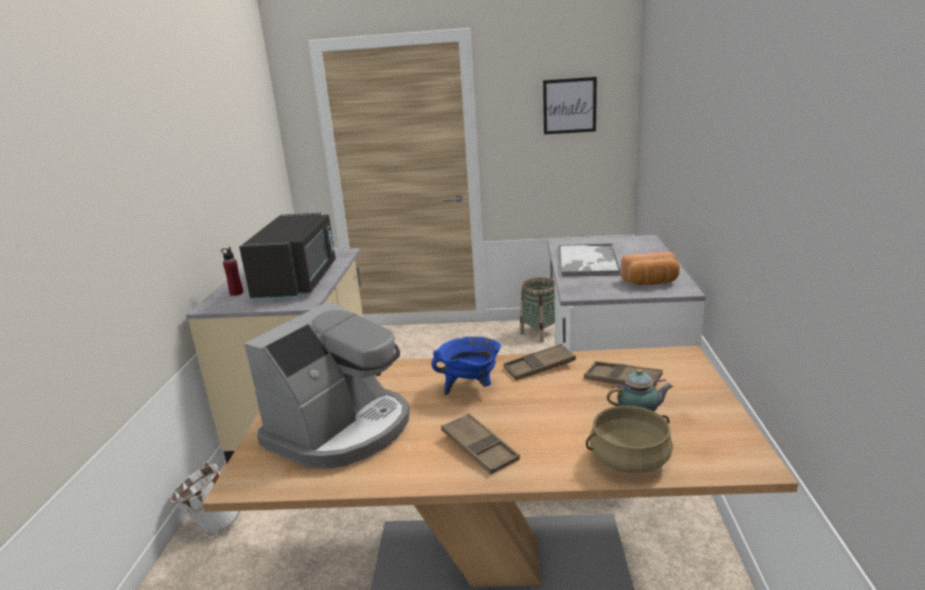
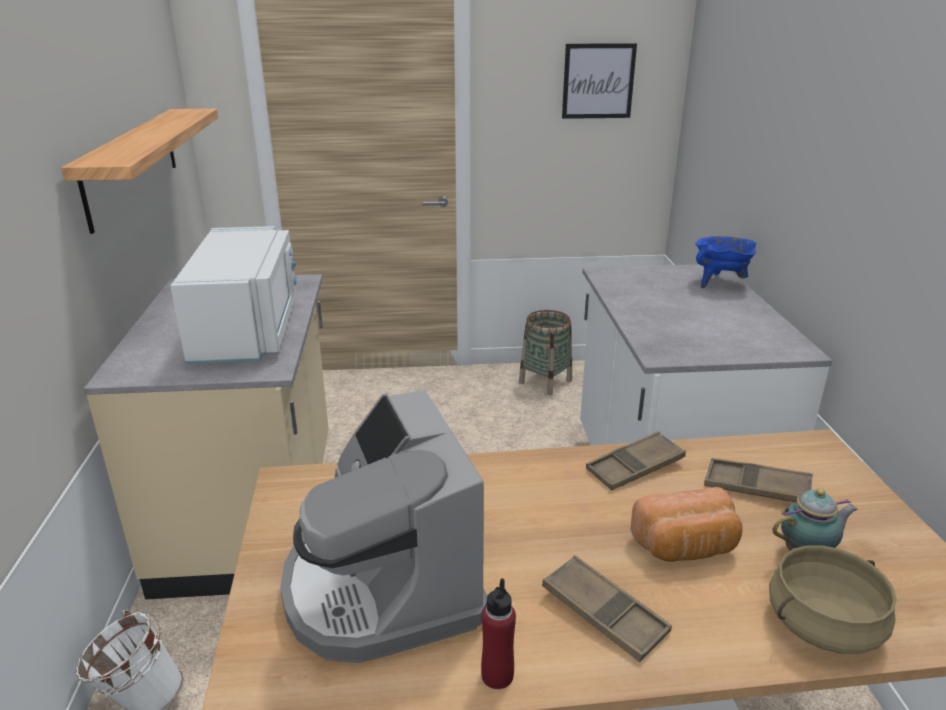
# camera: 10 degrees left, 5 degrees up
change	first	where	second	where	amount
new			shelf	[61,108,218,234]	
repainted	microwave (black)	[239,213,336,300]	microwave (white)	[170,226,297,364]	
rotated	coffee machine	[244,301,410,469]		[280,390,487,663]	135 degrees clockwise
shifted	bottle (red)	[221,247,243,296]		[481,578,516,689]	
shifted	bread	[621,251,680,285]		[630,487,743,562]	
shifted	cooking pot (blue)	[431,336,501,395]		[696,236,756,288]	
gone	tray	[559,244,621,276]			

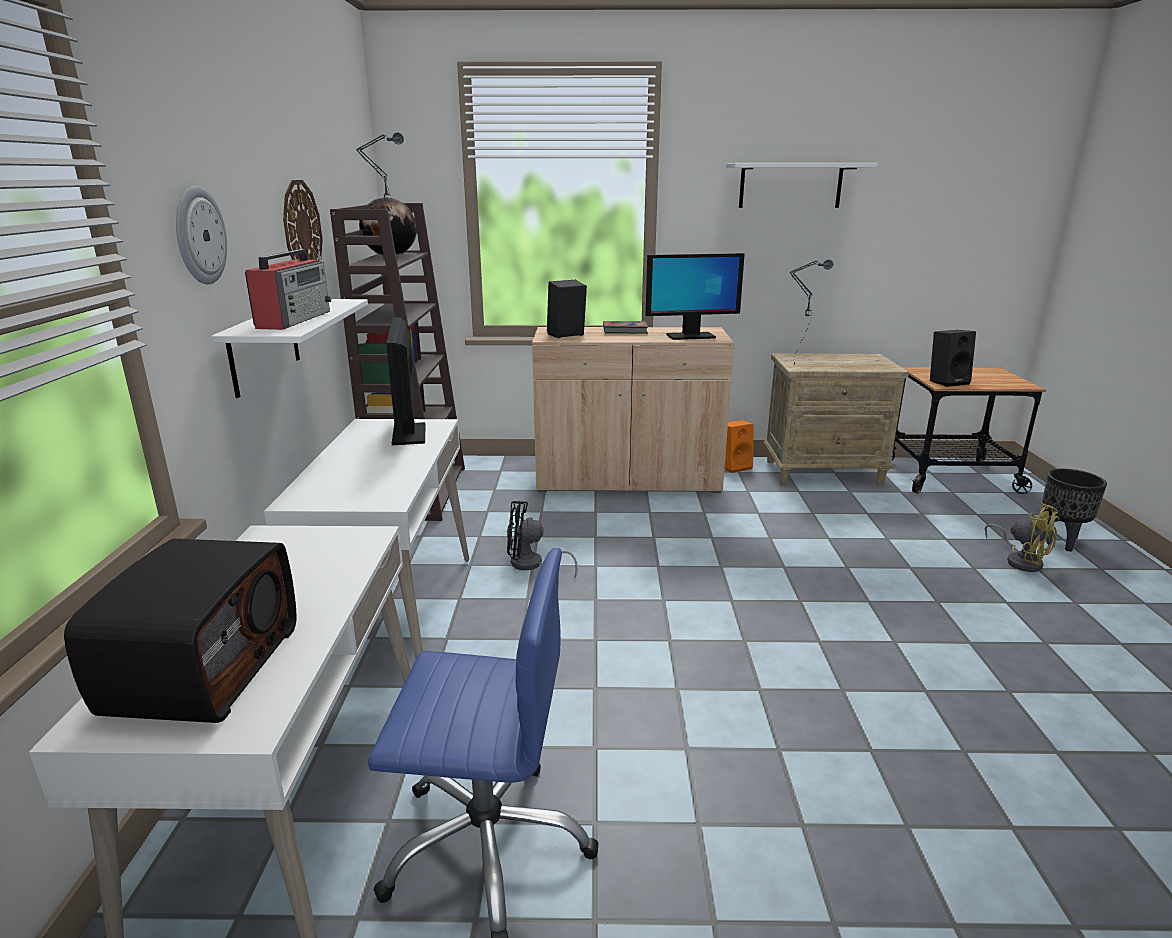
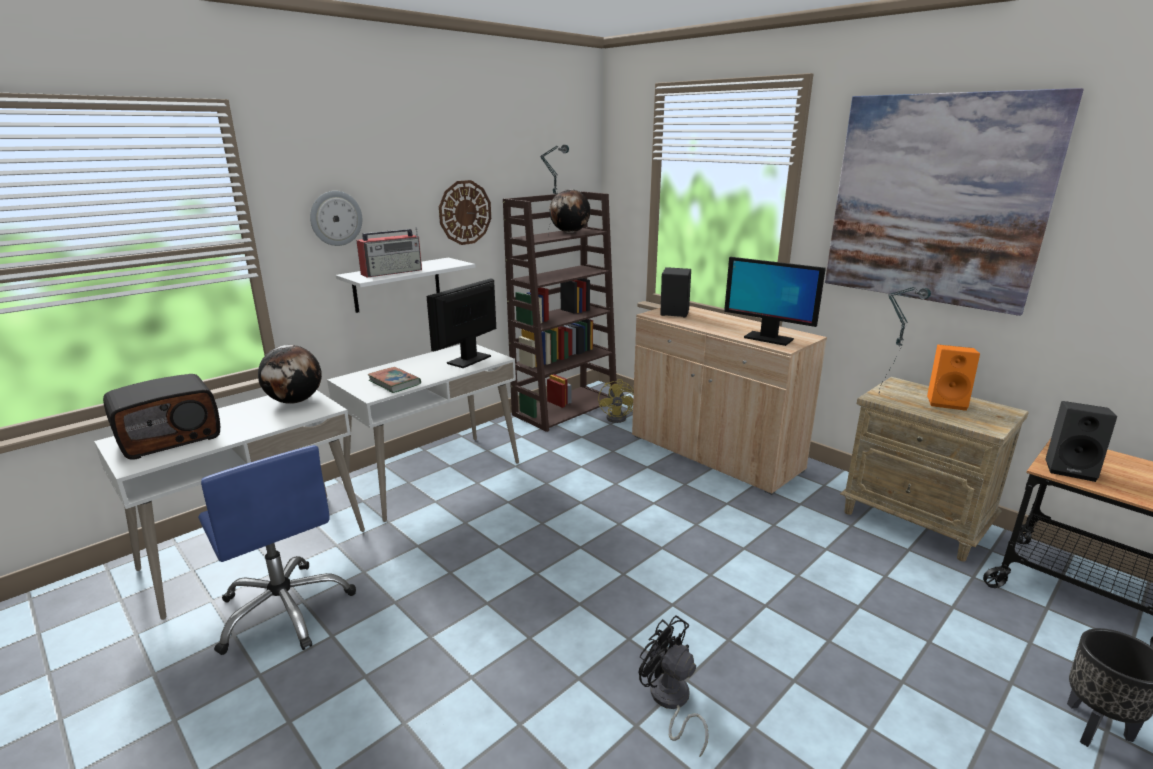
# camera: 45 degrees right, 0 degrees up
change	first	where	second	where	amount
new			globe	[258,345,322,404]	
shifted	book	[603,321,648,334]		[367,367,421,393]	
shifted	fan (yellow)	[985,502,1060,572]		[598,379,634,423]	
shifted	fan (black)	[507,501,578,577]		[639,615,709,757]	
swapped	shelf (white)	[726,163,878,208]	picture	[825,88,1084,316]	
shifted	speaker (orange)	[725,420,754,473]		[927,345,980,411]	

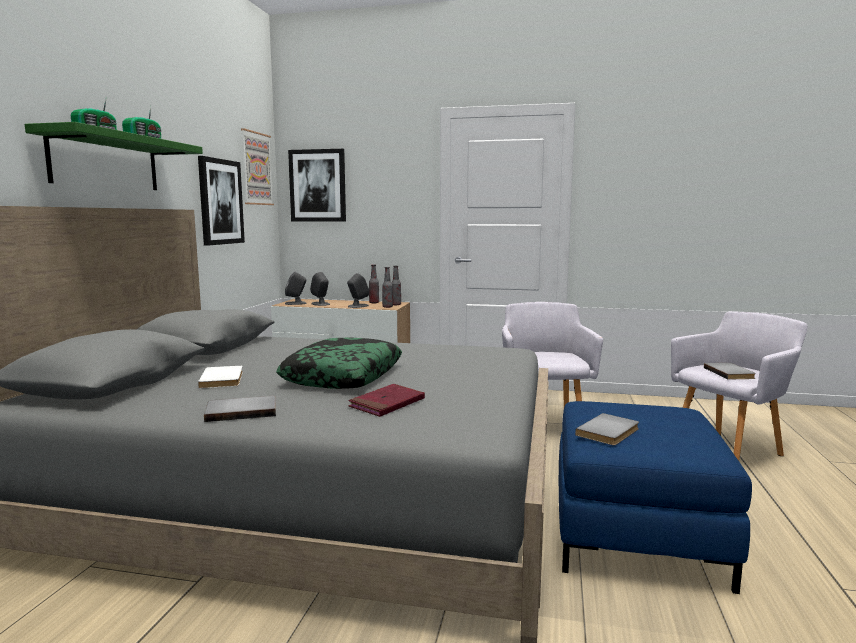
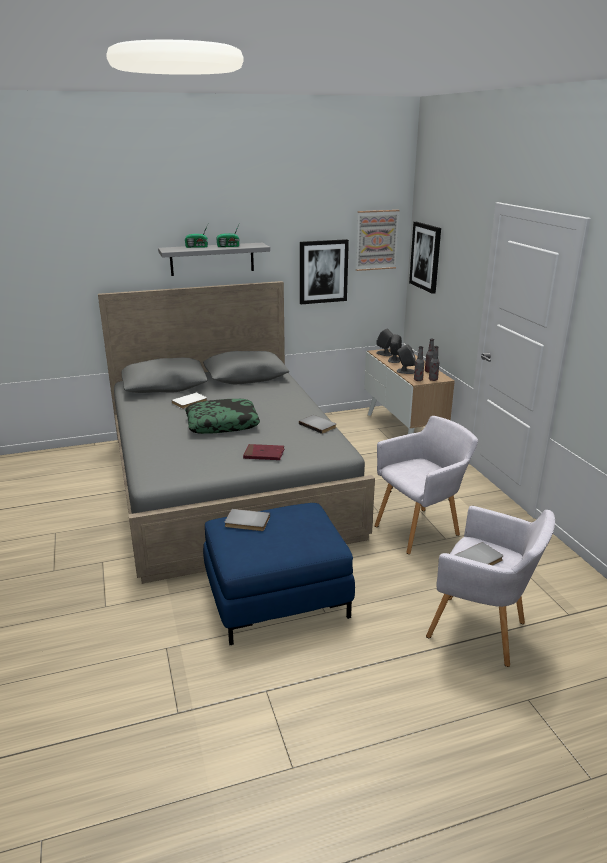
# camera: 60 degrees right, 15 degrees up
change	first	where	second	where	amount
repainted	shelf (green)	[25,122,203,190]	shelf (grey)	[158,243,270,276]	
shifted	book (red)	[348,384,425,417]		[243,444,285,460]	
shifted	book (grey)	[204,396,276,422]		[299,415,336,434]	

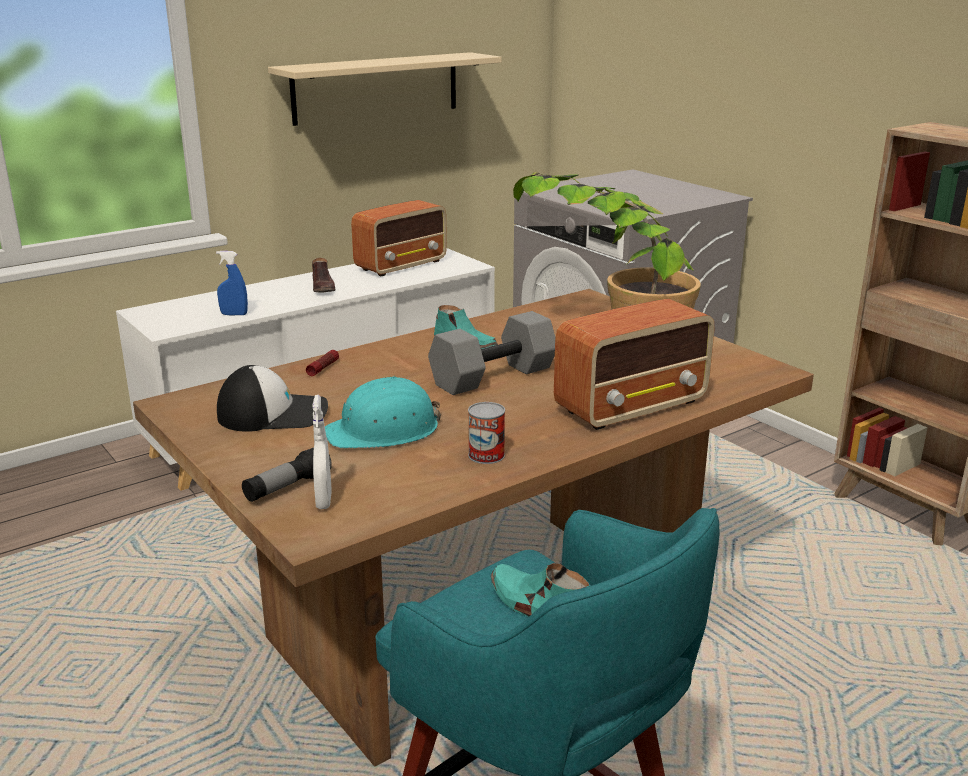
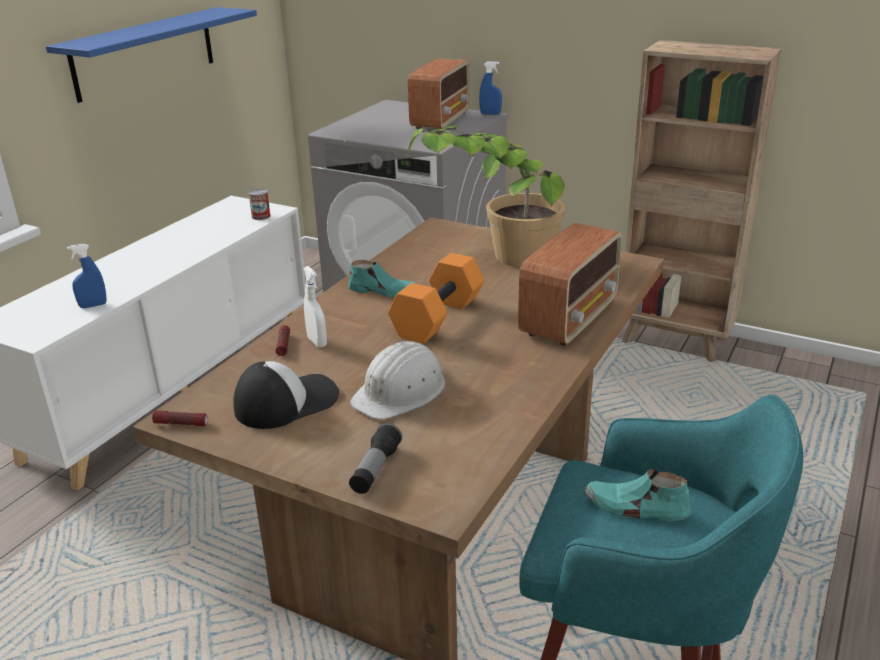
# camera: 25 degrees left, 5 degrees up
change	first	where	second	where	amount
repainted	shelf (beige)	[268,52,502,126]	shelf (blue)	[46,7,257,103]	
new			flashlight	[152,410,208,426]	
shifted	can	[468,402,505,464]		[248,188,271,220]	
shifted	spray bottle (white)	[312,395,332,509]		[303,266,327,348]	
repainted	hard hat (turquoise)	[325,376,441,448]	hard hat (white)	[350,341,445,420]	
repainted	dumbbell (grey)	[428,311,555,395]	dumbbell (orange)	[388,253,484,343]	
shifted	radio	[351,200,447,277]		[408,58,470,129]	
new			spray bottle (blue)	[479,62,502,115]	
gone	shoe (brown)	[312,258,335,293]			

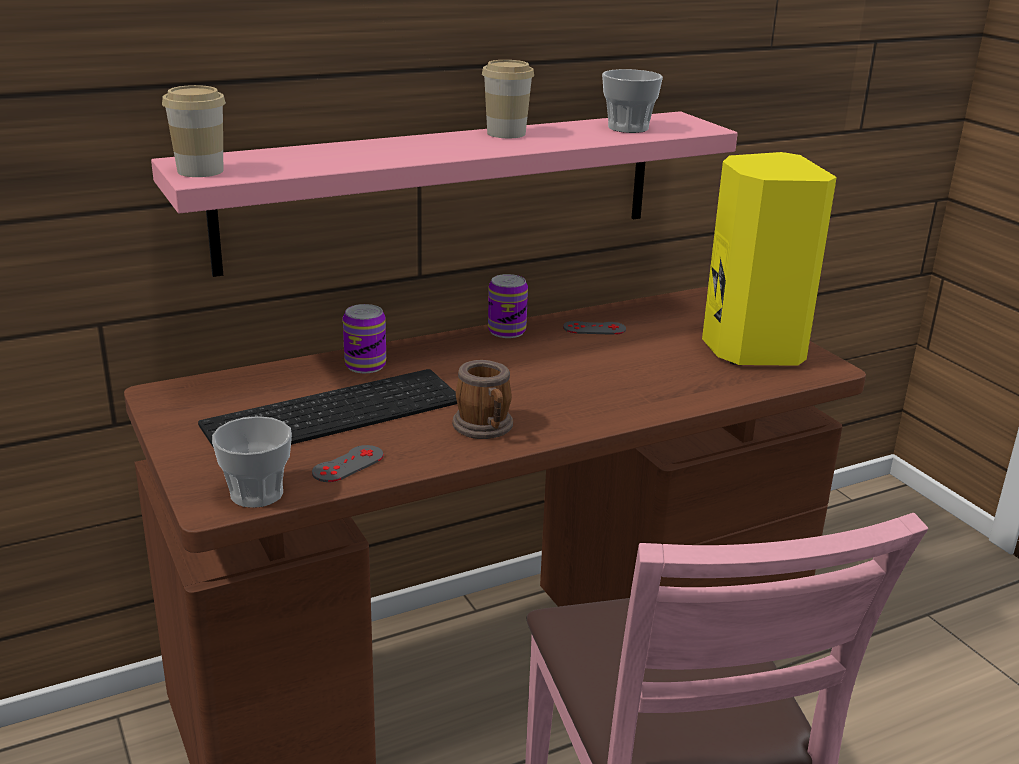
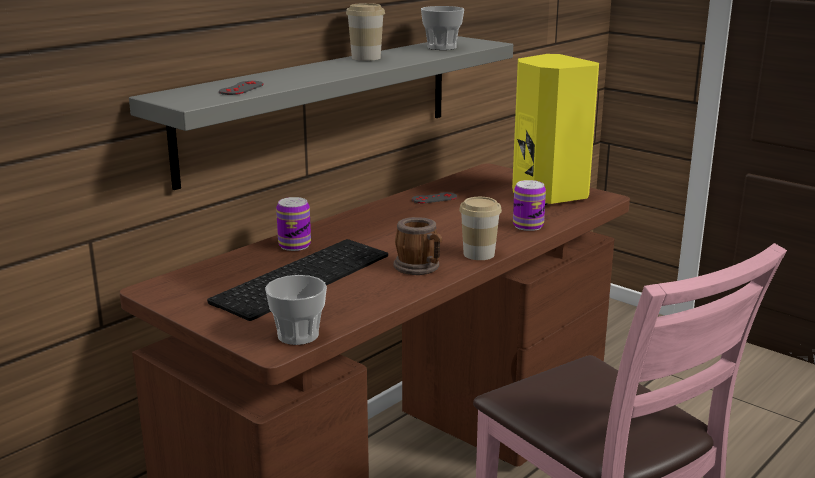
# camera: 20 degrees left, 5 degrees down
change	first	where	second	where	amount
repainted	shelf (pink)	[151,111,738,277]	shelf (grey)	[129,36,513,190]	
shifted	game controller (grey)	[312,445,384,482]		[219,81,264,95]	
shifted	cup	[162,85,226,177]		[459,197,502,260]	
shifted	can	[488,274,528,338]		[513,180,546,231]	

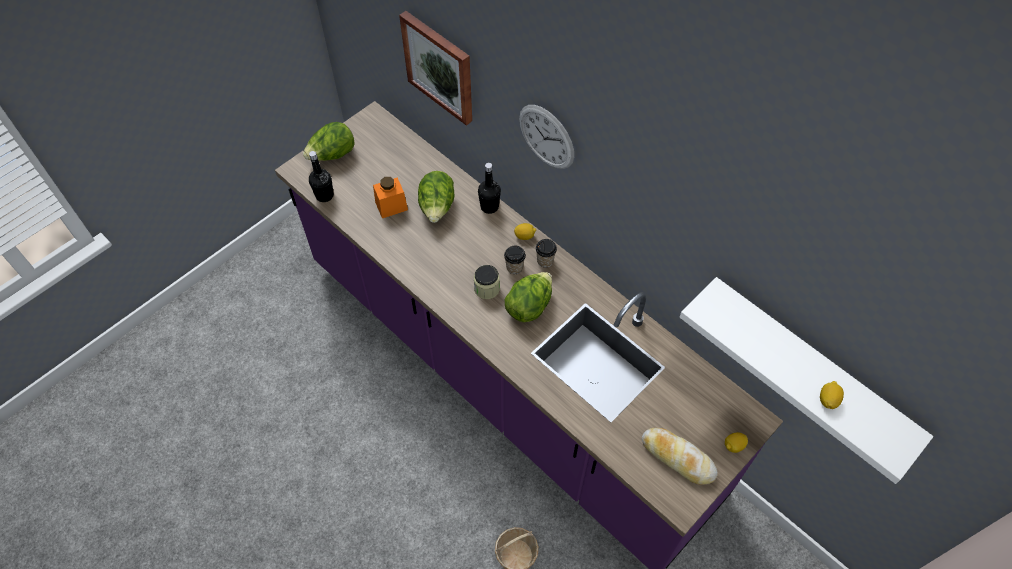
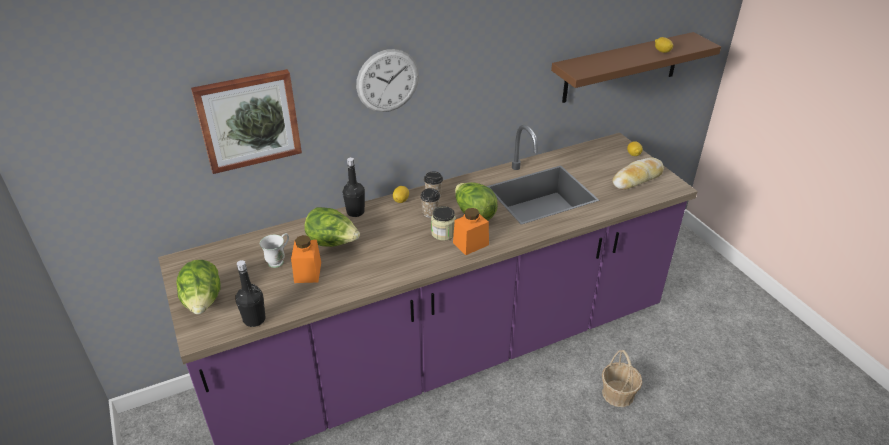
# camera: 70 degrees left, 20 degrees down
change	first	where	second	where	amount
new			mug (white)	[260,233,289,268]	
new			jar (orange)	[453,208,489,255]	
repainted	shelf (white)	[680,277,933,484]	shelf (brown)	[551,32,721,103]	

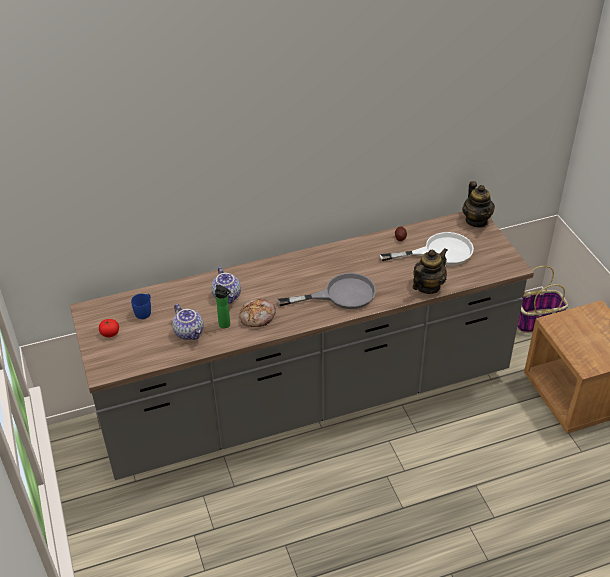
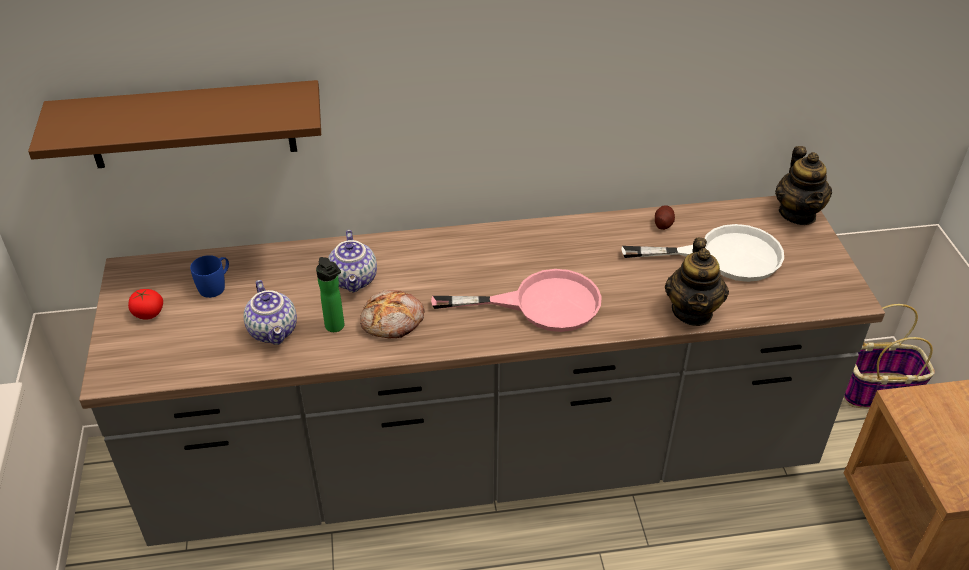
# camera: 10 degrees right, 0 degrees up
change	first	where	second	where	amount
new			shelf (brown)	[28,80,321,168]	
repainted	frying pan (grey)	[278,273,376,309]	frying pan (pink)	[431,269,602,332]	
rotated	teapot	[413,248,447,294]		[665,238,729,326]	135 degrees clockwise

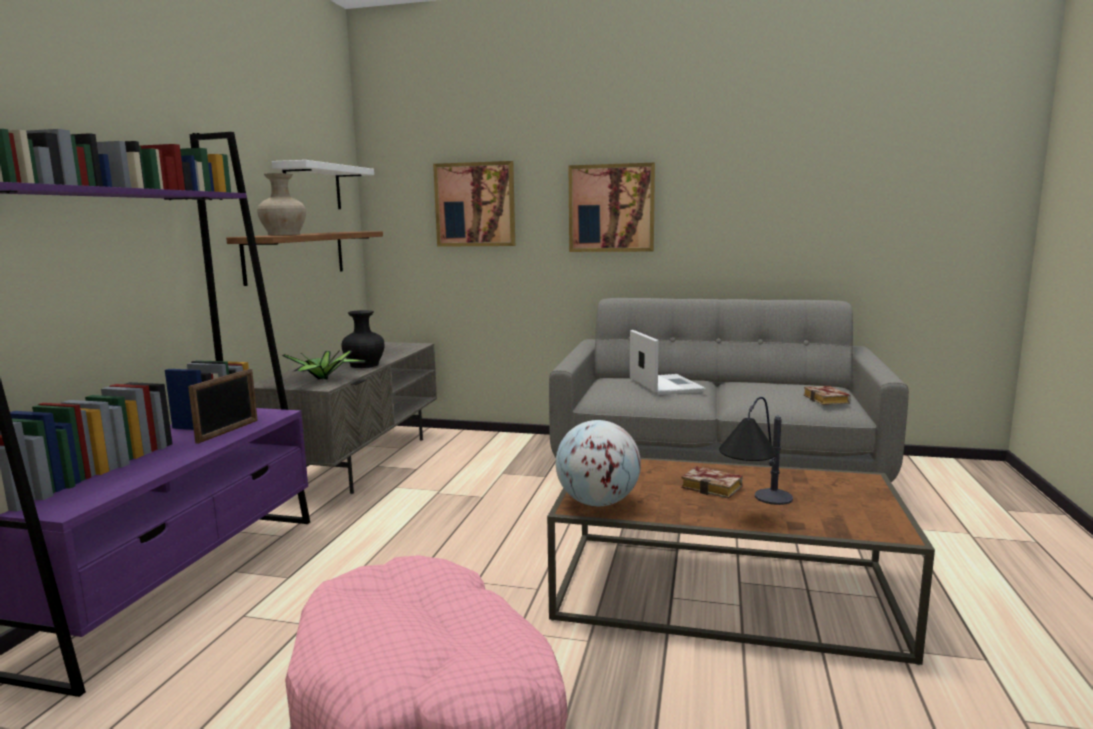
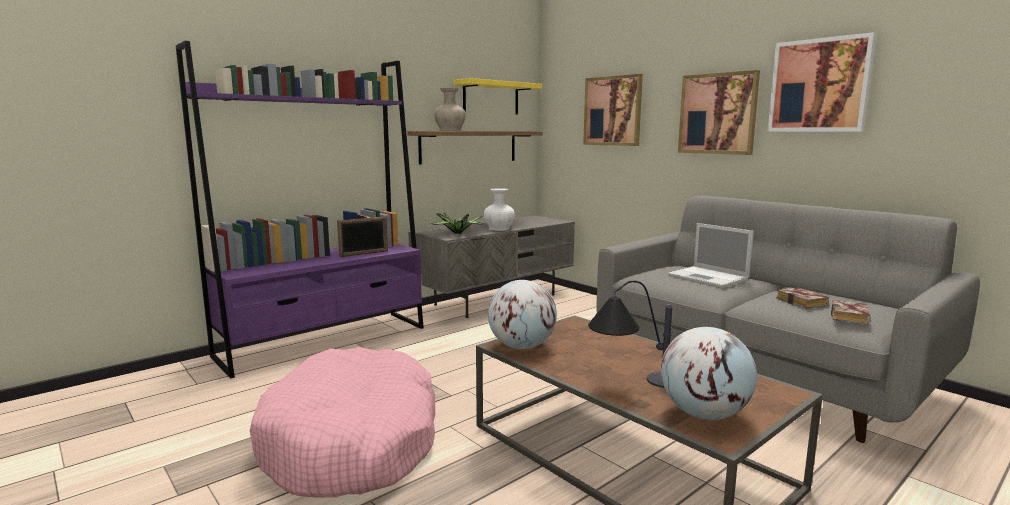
# camera: 35 degrees right, 0 degrees up
change	first	where	second	where	amount
repainted	shelf (white)	[272,160,374,209]	shelf (yellow)	[453,78,542,115]	
repainted	vase (black)	[341,310,385,368]	vase (white)	[484,188,515,231]	
new			globe	[661,327,757,420]	
rotated	laptop	[630,330,706,395]		[668,223,754,288]	120 degrees clockwise
new			picture	[768,32,876,132]	
shifted	book	[681,466,743,499]		[776,287,829,309]	

